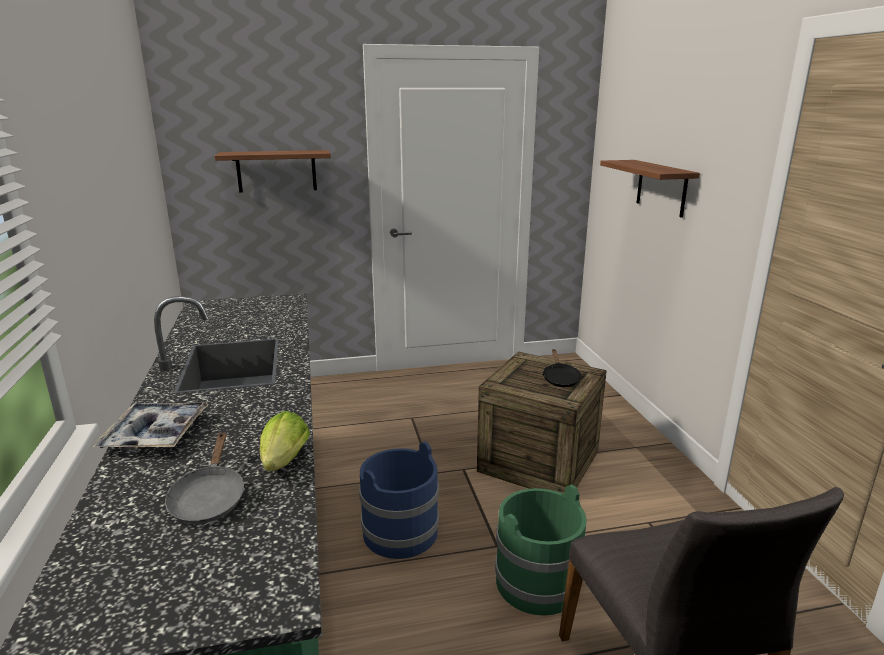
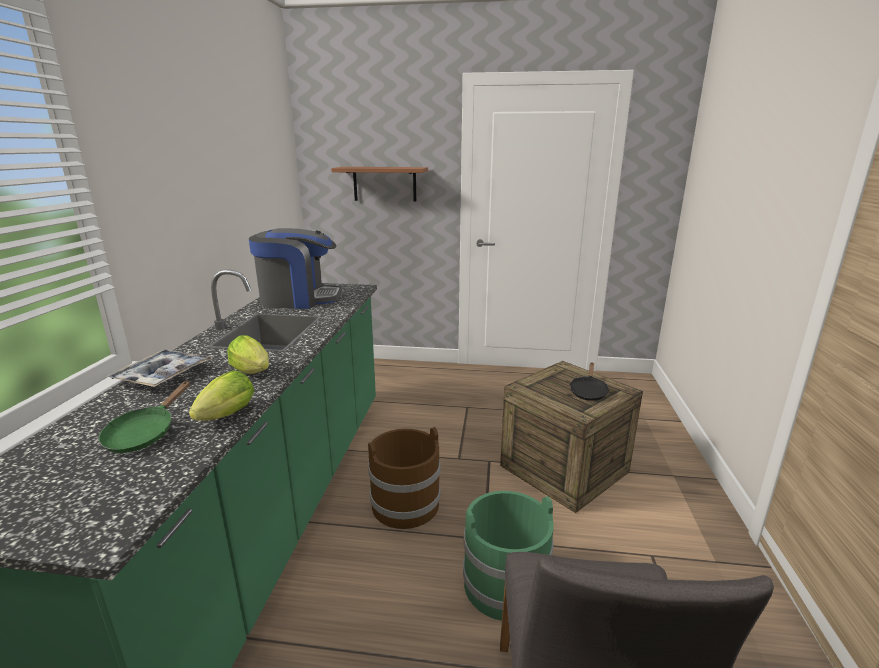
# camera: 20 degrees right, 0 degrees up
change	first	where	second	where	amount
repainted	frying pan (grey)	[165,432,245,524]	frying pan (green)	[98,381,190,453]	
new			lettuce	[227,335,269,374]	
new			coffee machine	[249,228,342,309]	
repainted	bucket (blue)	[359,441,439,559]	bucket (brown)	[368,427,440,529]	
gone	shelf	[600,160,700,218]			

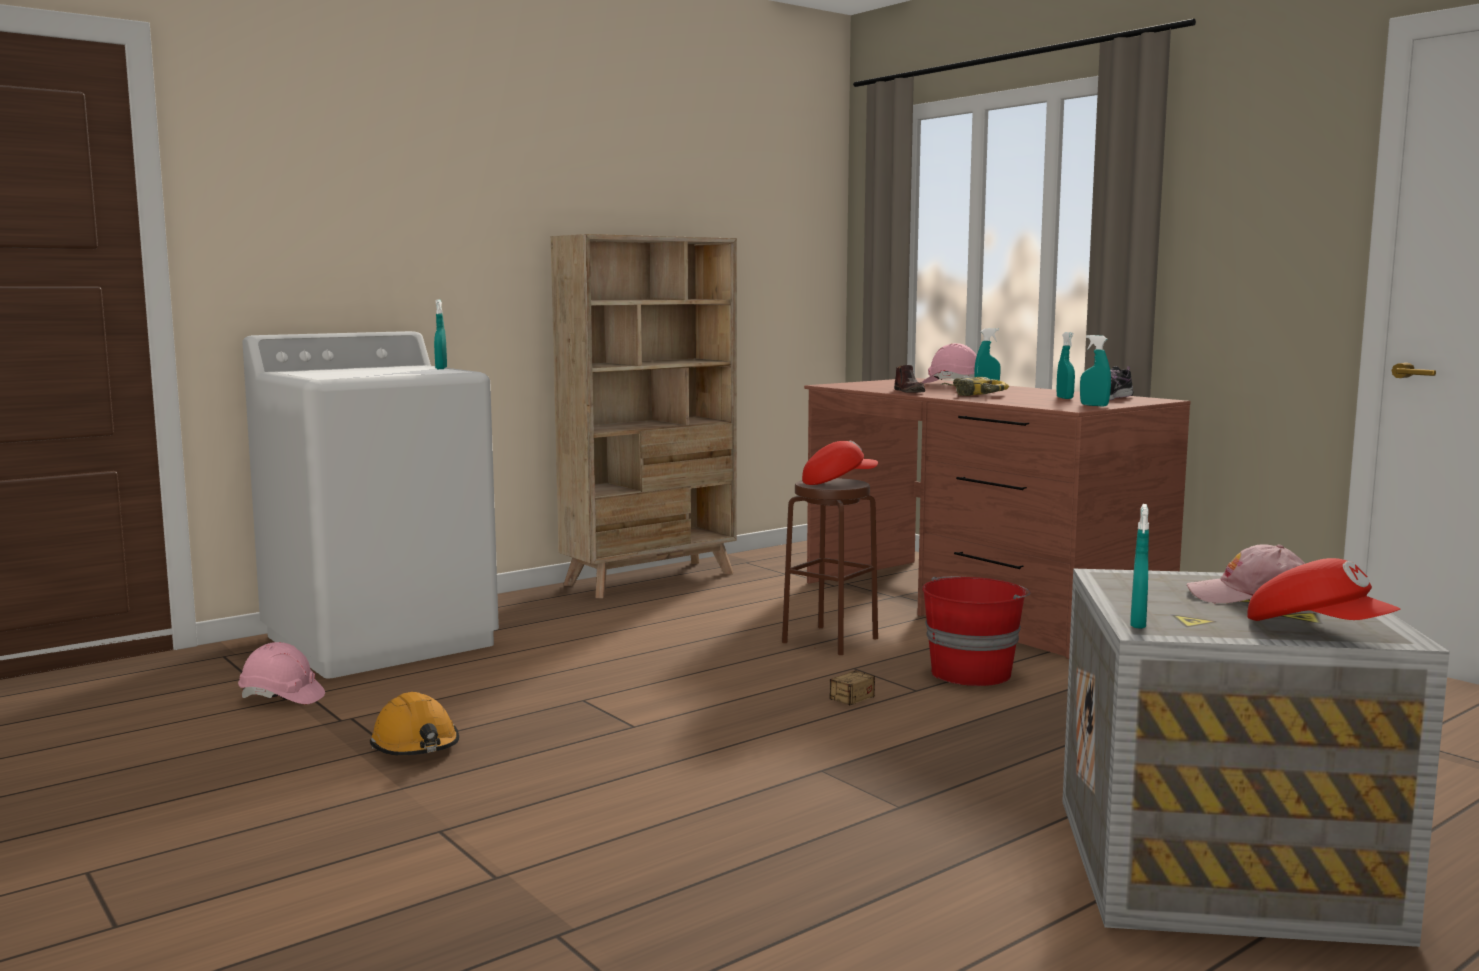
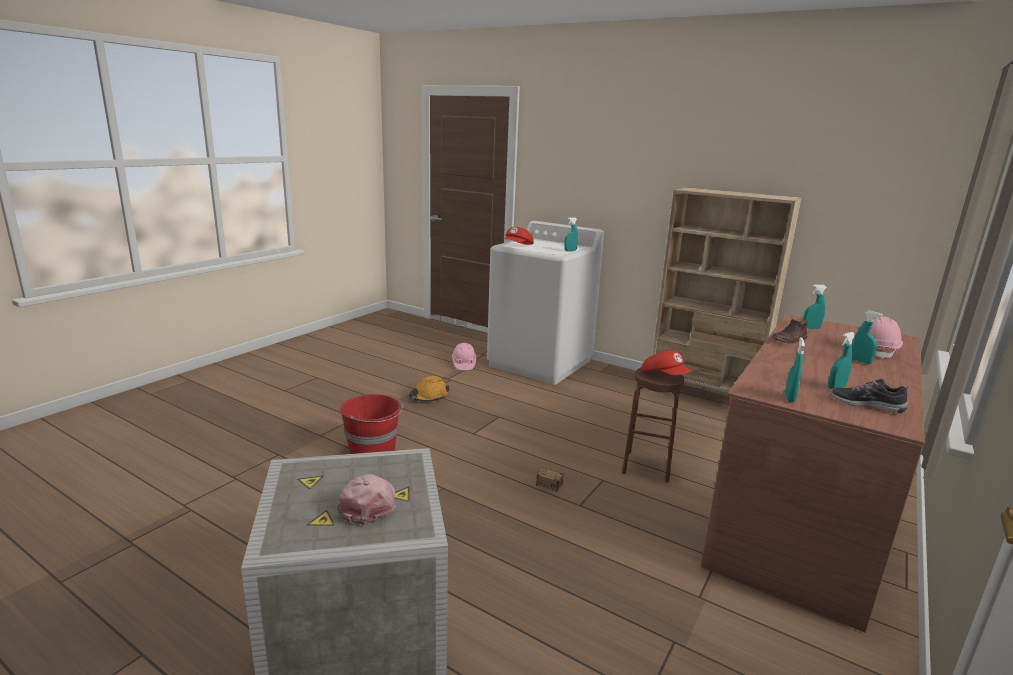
# camera: 70 degrees right, 10 degrees up
change	first	where	second	where	amount
shifted	bucket (red)	[922,576,1031,686]		[340,394,403,454]	
shifted	cap (red)	[1247,558,1400,621]		[504,227,534,245]	
shifted	spray bottle (turquoise)	[1130,504,1149,629]		[803,284,827,329]	
gone	power drill	[941,377,1009,396]			

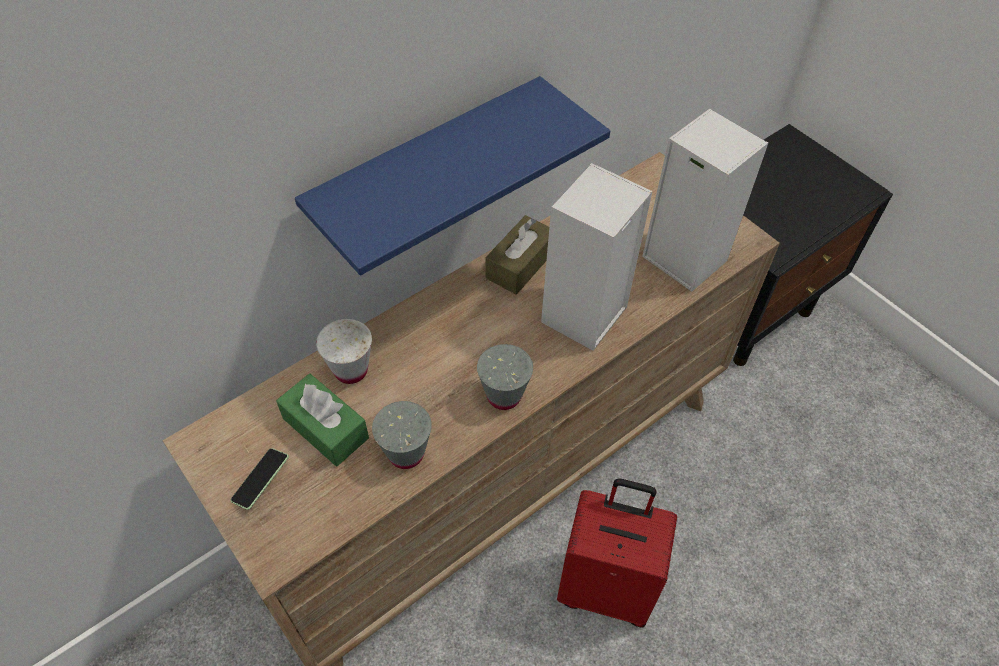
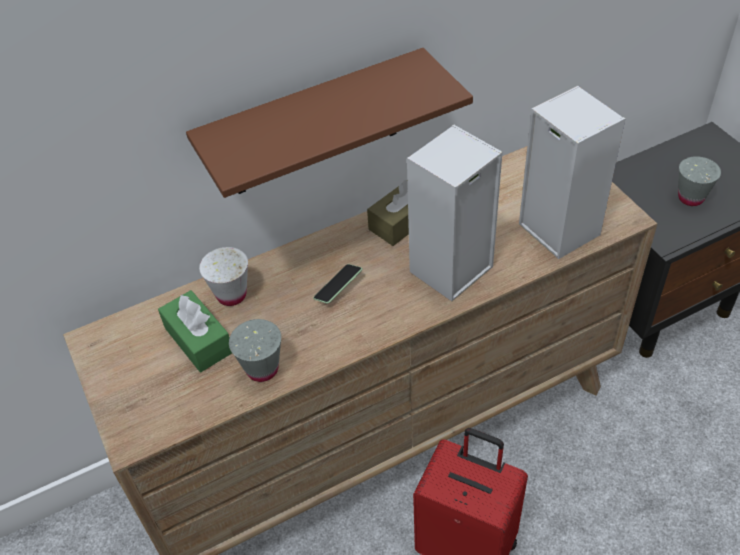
# camera: 15 degrees right, 5 degrees down
change	first	where	second	where	amount
repainted	shelf (blue)	[295,76,610,276]	shelf (brown)	[186,48,473,198]	
shifted	phone	[231,448,289,510]		[313,264,363,304]	
shifted	cup (grey)	[477,344,533,410]		[678,156,721,206]	

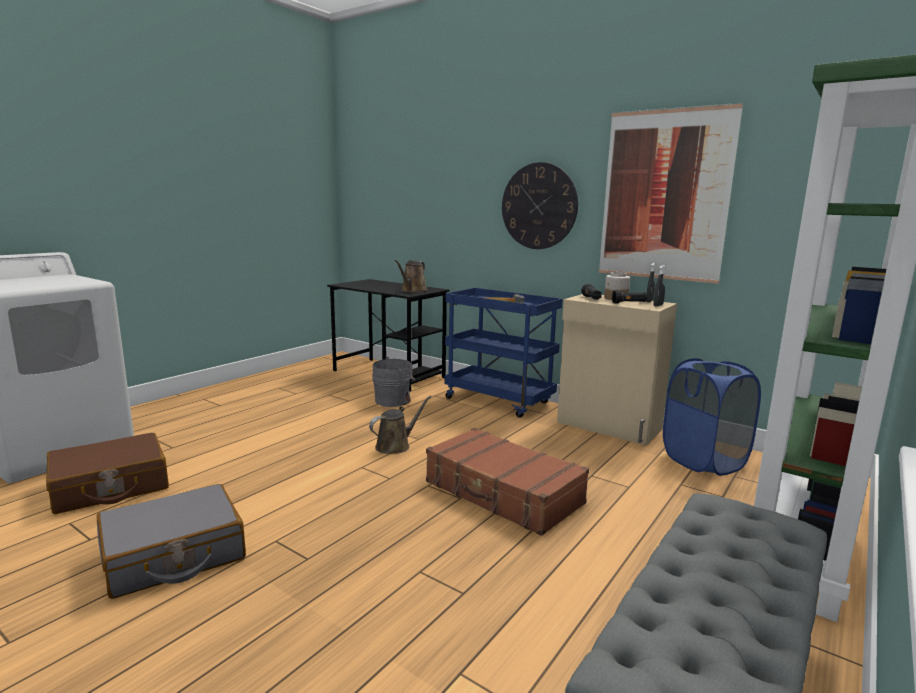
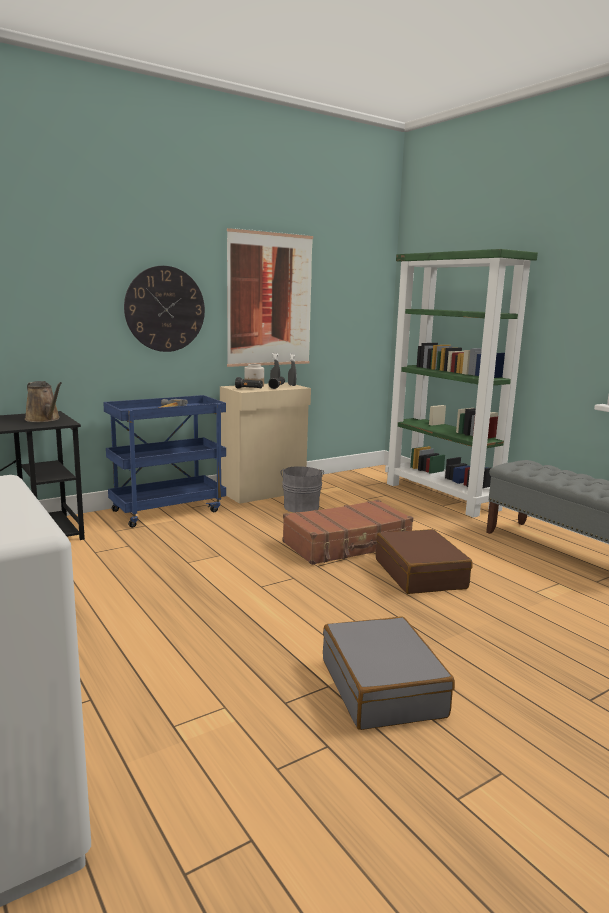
# camera: 70 degrees left, 0 degrees up
change	first	where	second	where	amount
shifted	bucket (grey)	[372,357,415,407]		[281,466,324,512]	
shifted	suitcase (brown)	[46,433,169,514]		[376,529,472,594]	
gone	watering can (brown)	[369,396,431,454]			
gone	laundry basket (blue)	[663,358,761,476]			

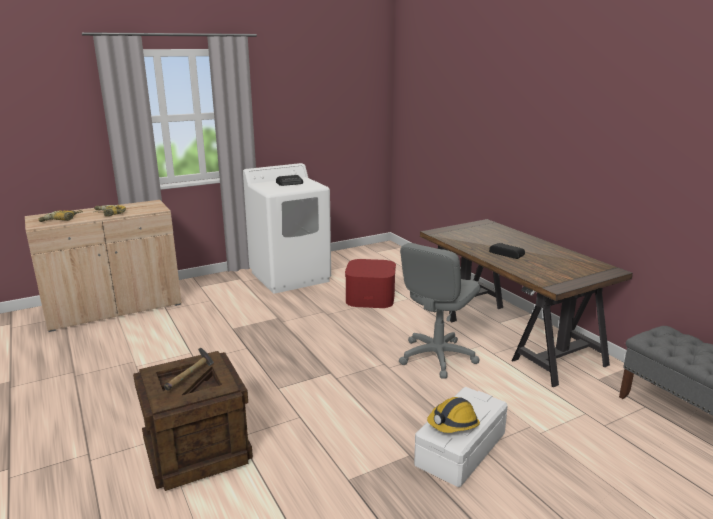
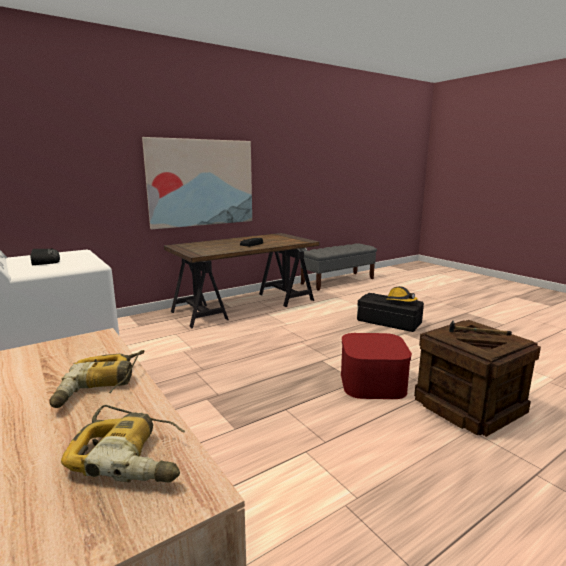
# camera: 95 degrees left, 5 degrees down
change	first	where	second	where	amount
new			picture	[142,137,252,229]	
shifted	storage box (red)	[345,259,396,308]		[341,333,412,399]	
repainted	storage box (white)	[414,387,508,487]	storage box (black)	[357,293,424,332]	
gone	office chair (grey)	[399,243,480,379]			

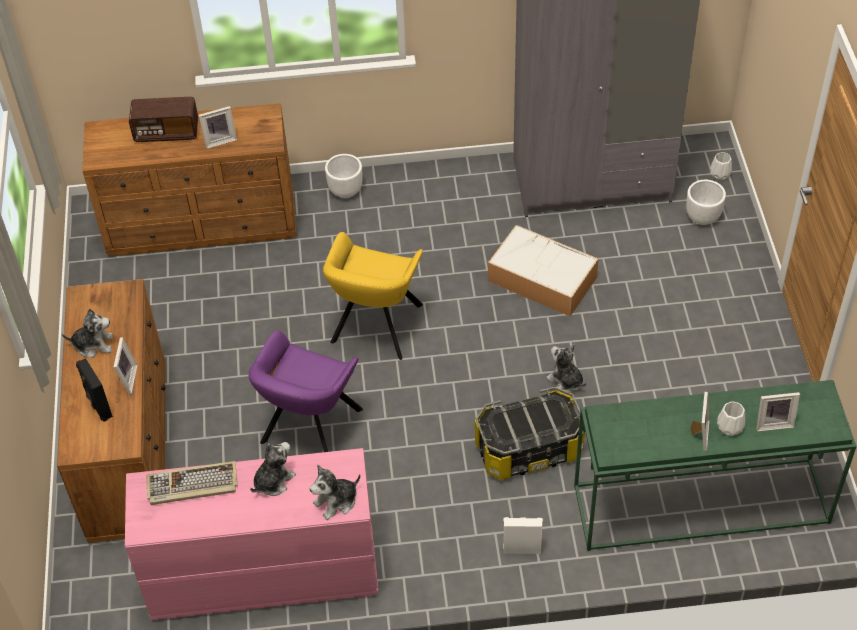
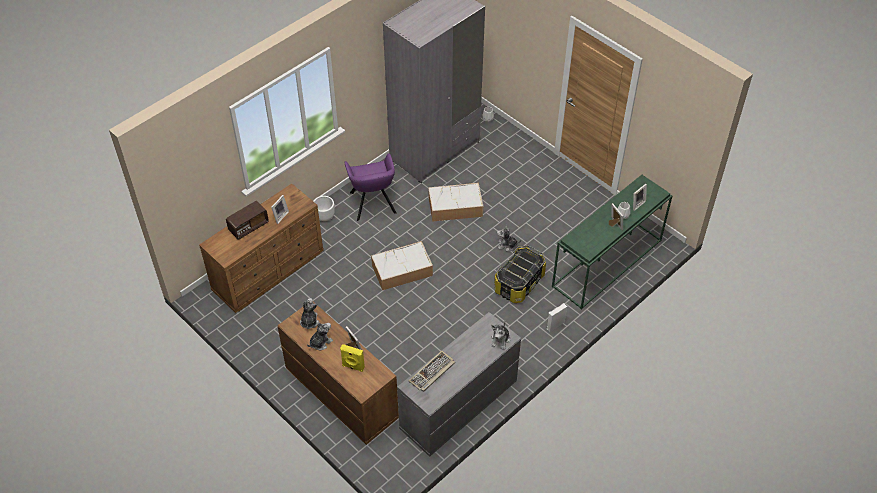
# camera: 40 degrees left, 0 degrees up
change	first	where	second	where	amount
shifted	plush toy	[250,442,296,496]		[300,298,319,330]	
repainted	speaker (black)	[76,358,113,422]	speaker (yellow)	[340,344,365,372]	
shifted	armchair (purple)	[249,330,363,452]		[345,153,397,221]	
swapped	armchair (yellow)	[323,232,423,360]	storage box	[371,241,433,290]	
repainted	dresser (pink)	[125,448,379,620]	dresser (grey)	[397,312,521,457]	
gone	planter (white)	[686,180,726,225]			

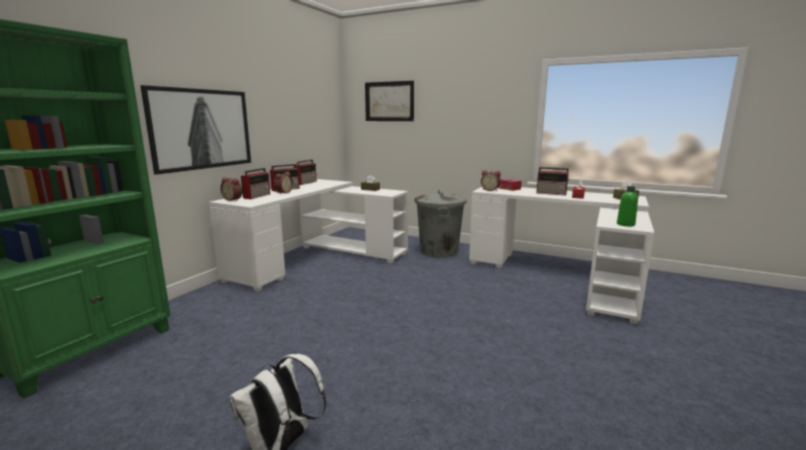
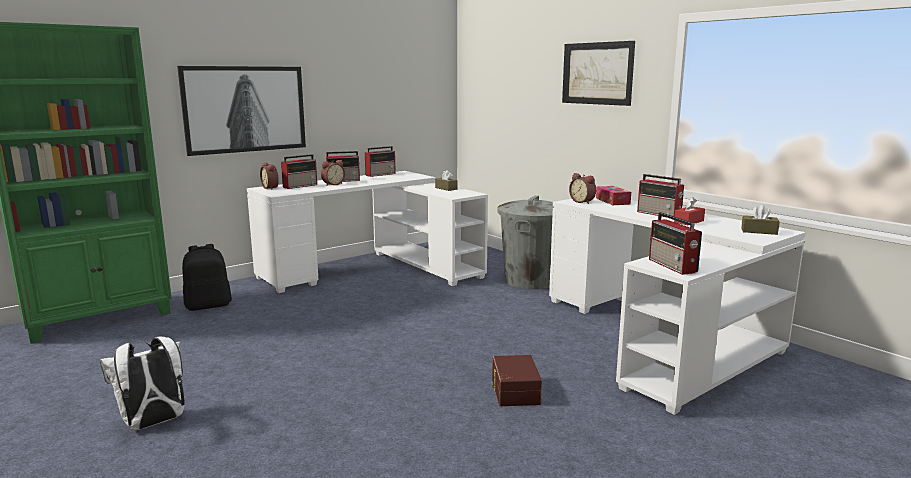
# camera: 25 degrees right, 0 degrees up
change	first	where	second	where	amount
new			backpack (black)	[182,244,232,311]	
new			storage box (brown)	[492,355,542,406]	
shifted	picture	[365,81,414,121]		[562,41,635,106]	
swapped	bottle (green)	[617,186,638,227]	radio	[649,212,702,275]	

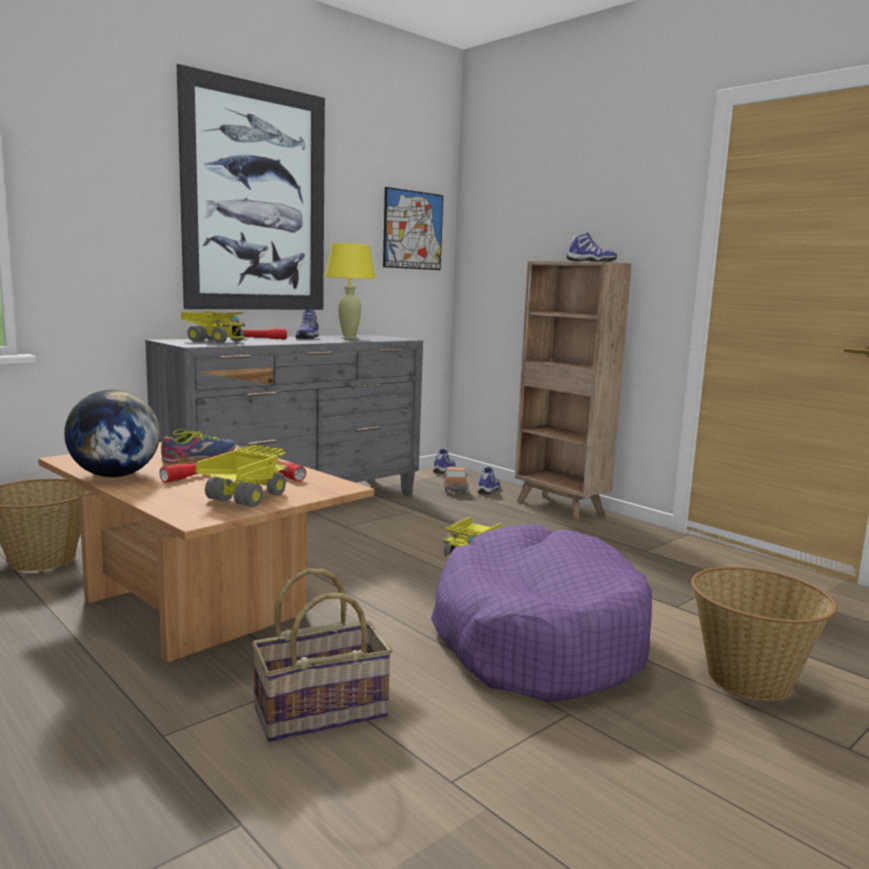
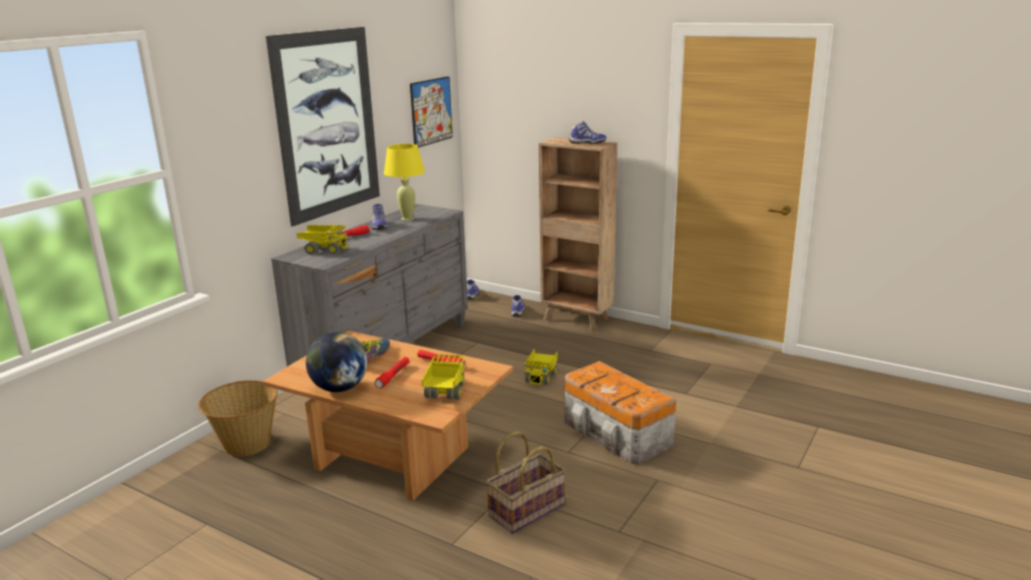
# camera: 15 degrees left, 10 degrees up
change	first	where	second	where	amount
swapped	dog bed (purple)	[431,524,652,702]	storage box	[565,361,676,464]	
gone	toy truck	[444,467,468,492]			
gone	basket	[691,567,837,701]			

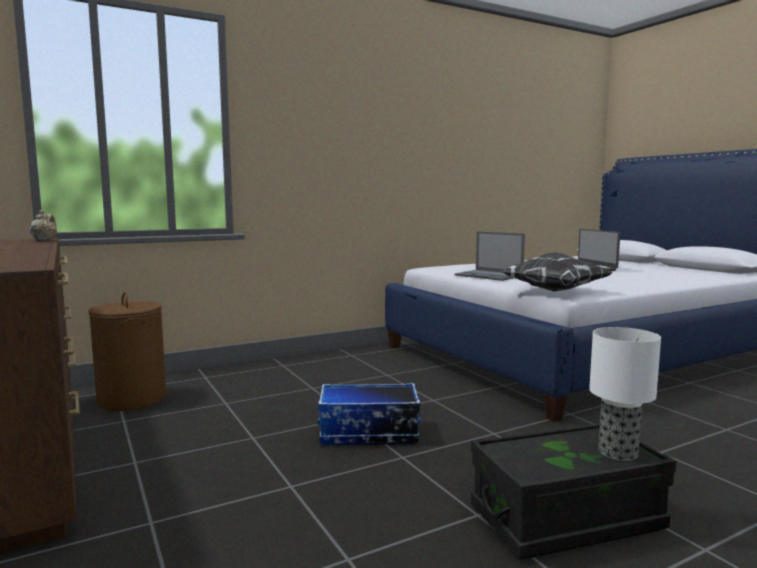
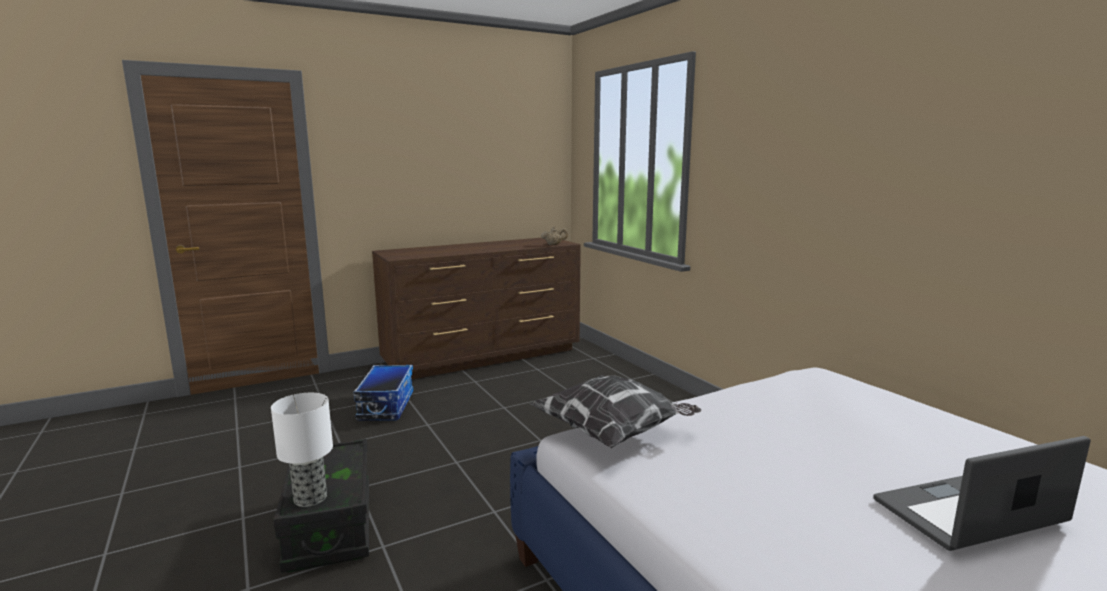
# camera: 90 degrees right, 5 degrees up
change	first	where	second	where	amount
shifted	storage box	[318,383,420,445]		[353,365,413,421]	
gone	laundry basket (brown)	[89,292,166,411]			
gone	laptop	[455,231,525,281]			

